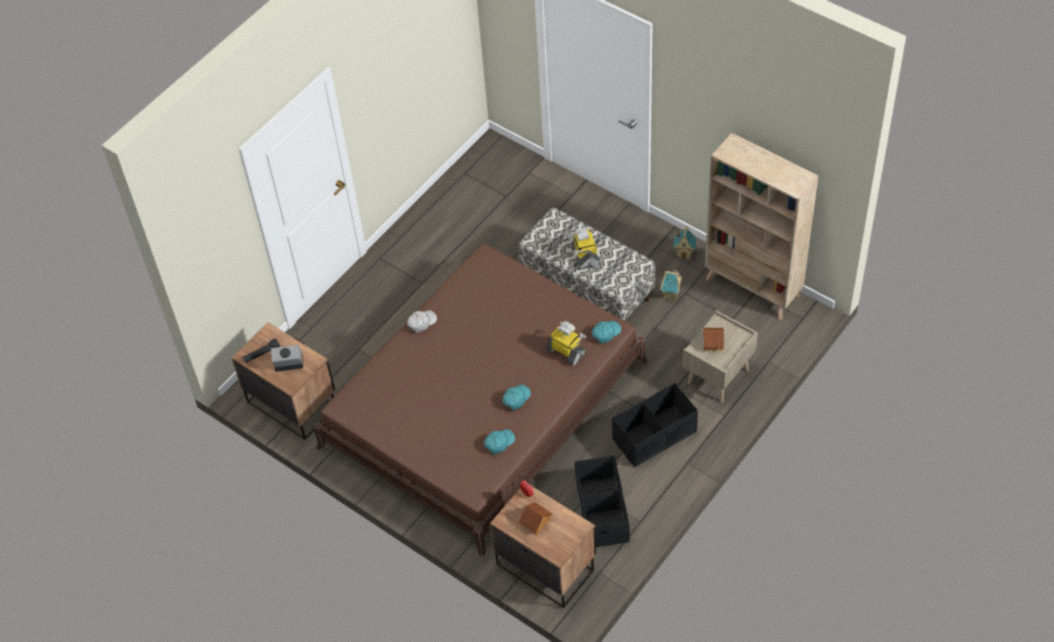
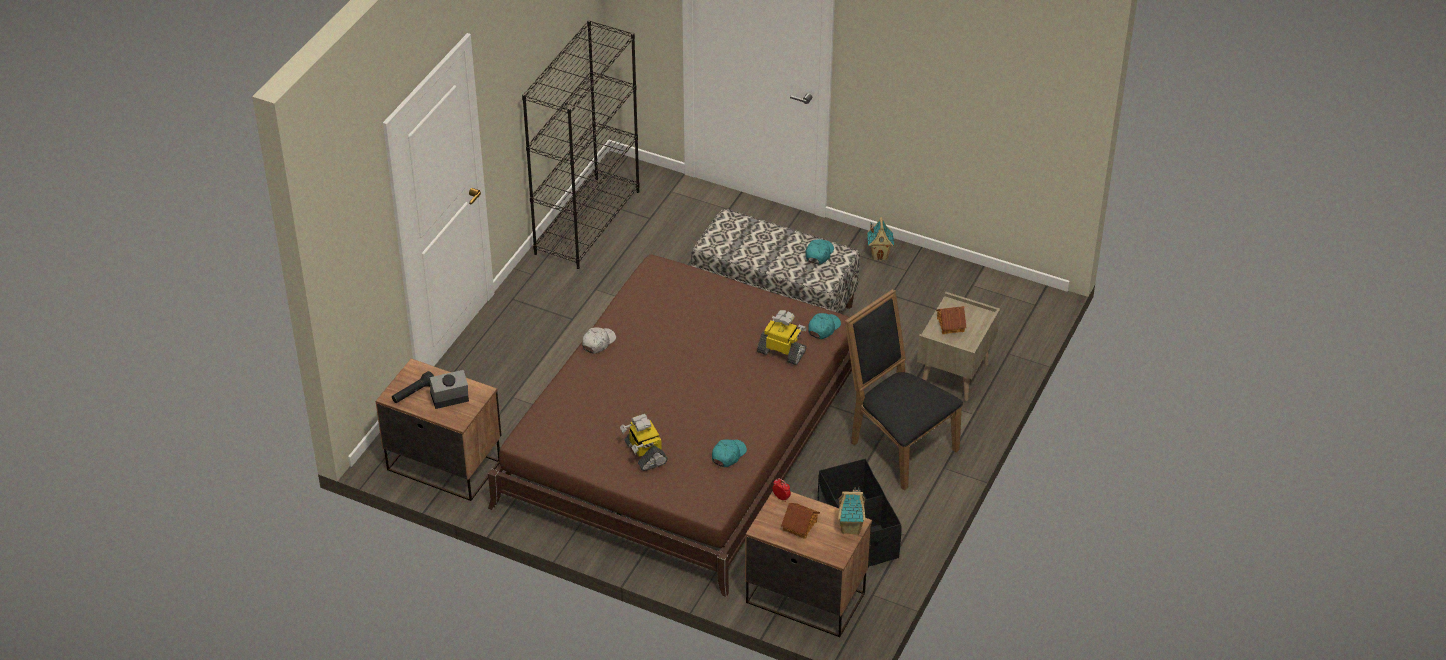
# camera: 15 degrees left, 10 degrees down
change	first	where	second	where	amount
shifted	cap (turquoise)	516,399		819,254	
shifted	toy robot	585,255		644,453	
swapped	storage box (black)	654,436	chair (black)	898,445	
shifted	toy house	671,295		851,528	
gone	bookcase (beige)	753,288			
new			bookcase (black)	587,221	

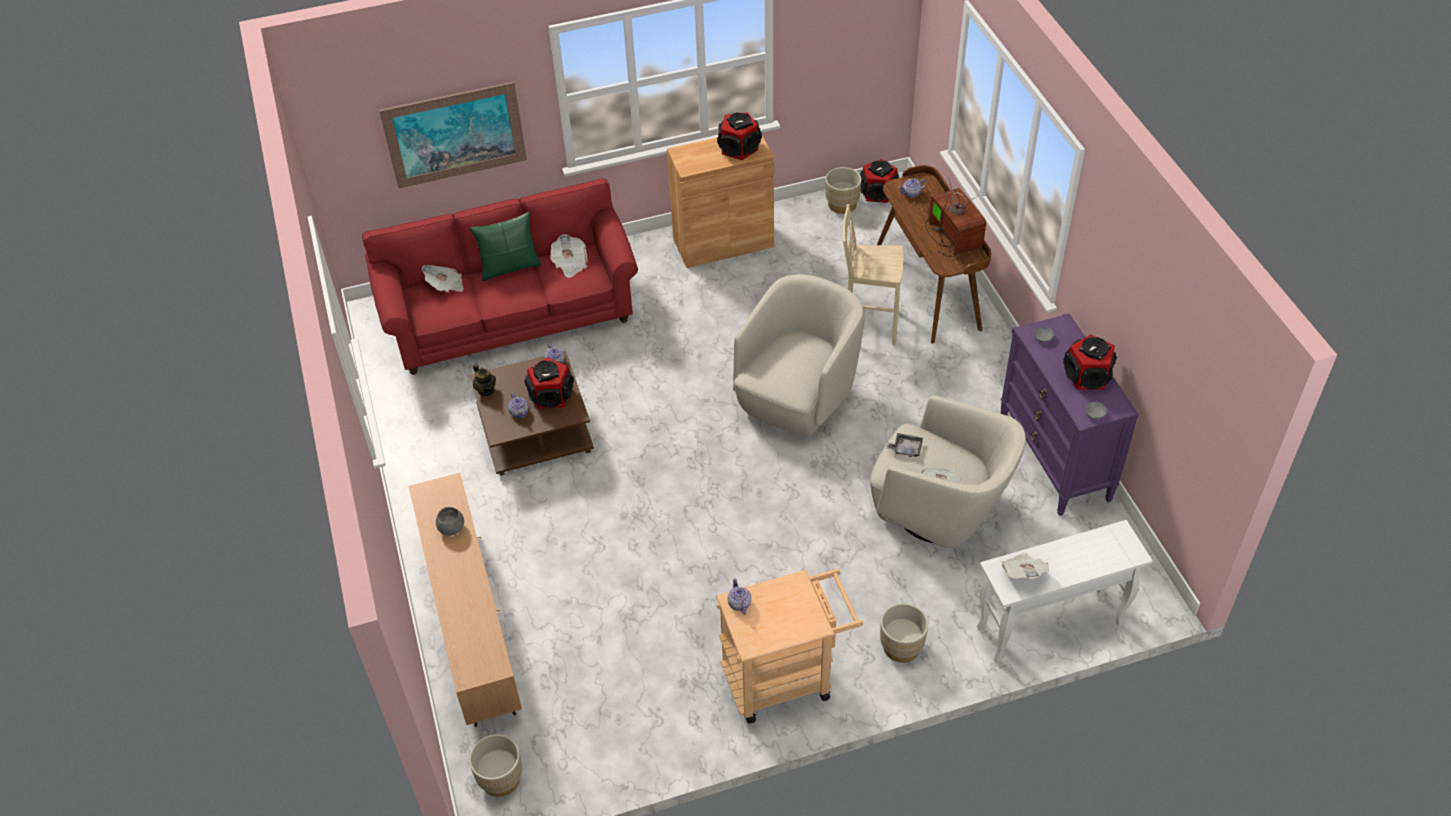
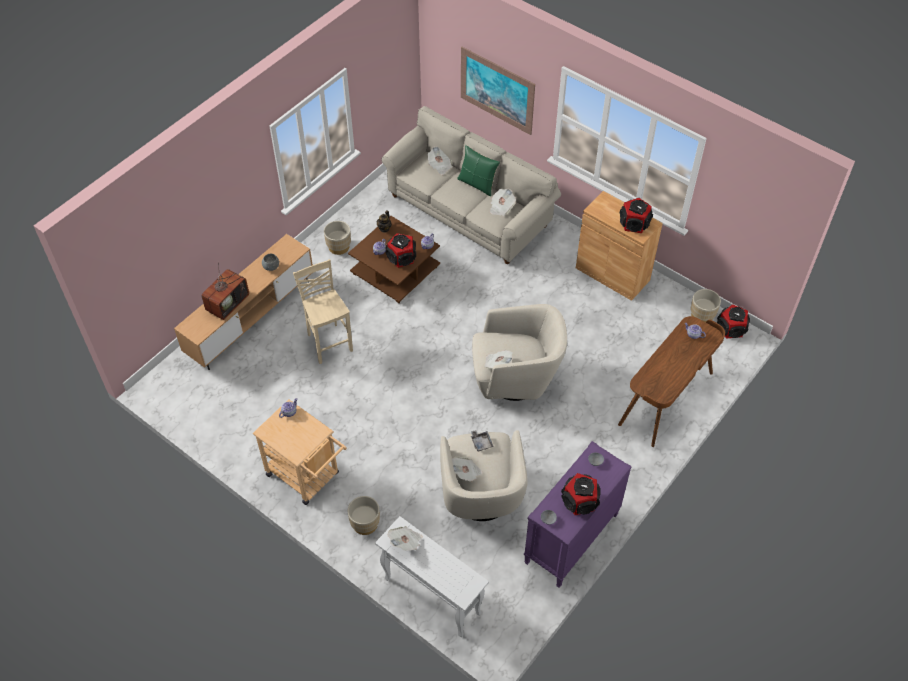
# camera: 55 degrees right, 5 degrees up
change	first	where	second	where	amount
repainted	sofa (red)	511,316	sofa (beige)	469,212	
shifted	planter (beige)	500,779		339,247	
shifted	stool (beige)	868,325		329,342	
shifted	television	951,237		227,302	
new			newspaper	497,364	

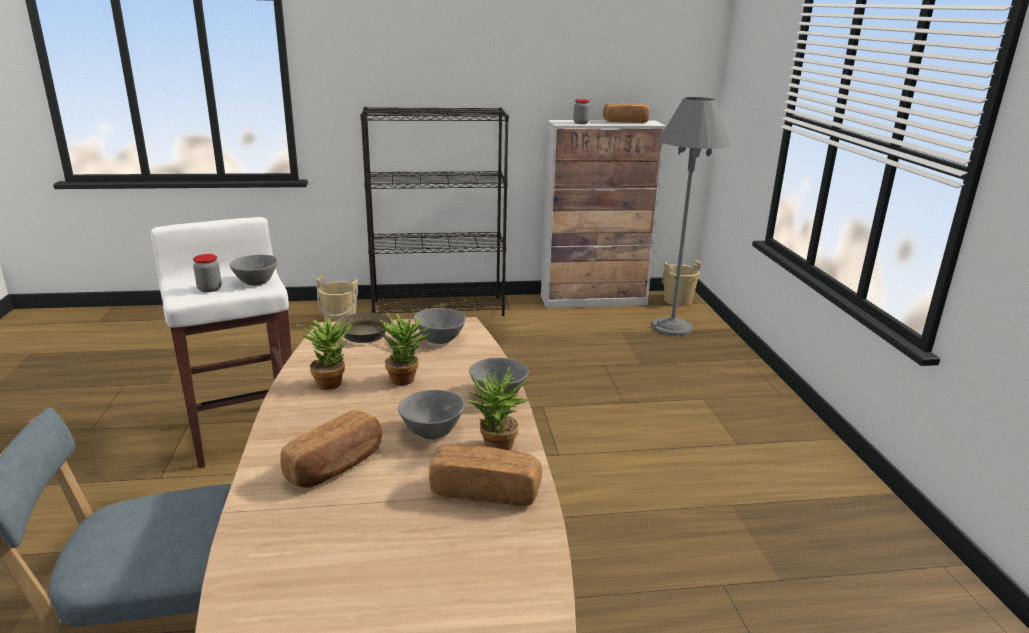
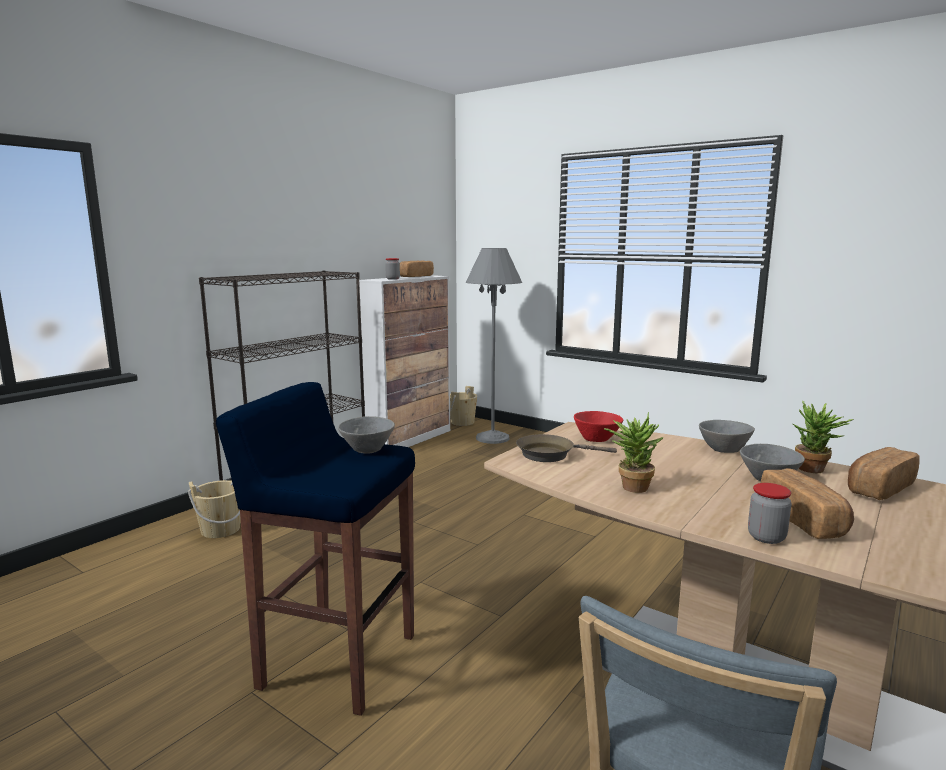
# camera: 45 degrees left, 10 degrees down
change	first	where	second	where	amount
repainted	stool (white)	244,433	stool (blue)	336,660	
shifted	jar	209,289		766,537	
gone	potted plant	407,379			
repainted	bowl (grey)	440,340	bowl (red)	598,439	

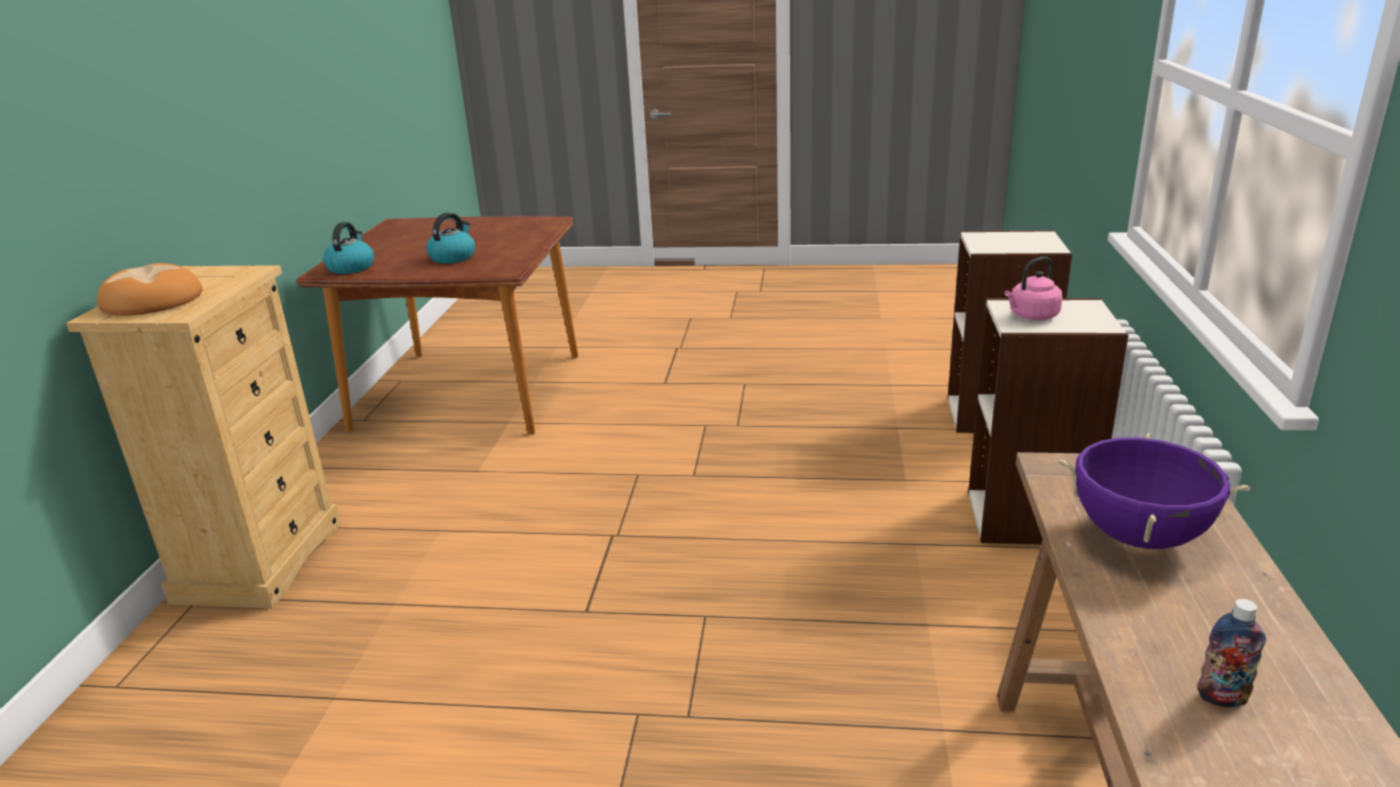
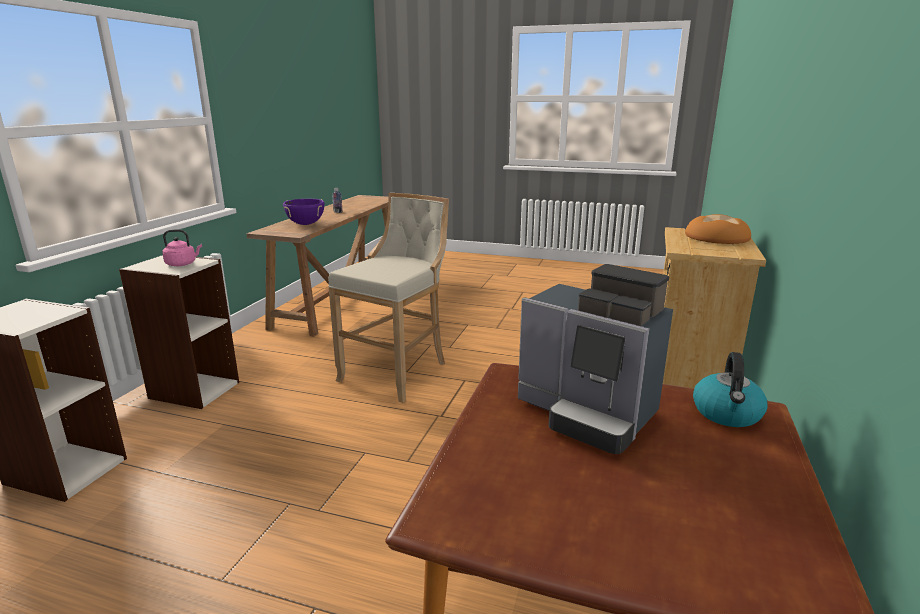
# camera: 170 degrees left, 5 degrees down
change	first	where	second	where	amount
swapped	kettle	453,257	coffee machine	588,414	
new			stool (beige)	398,372	

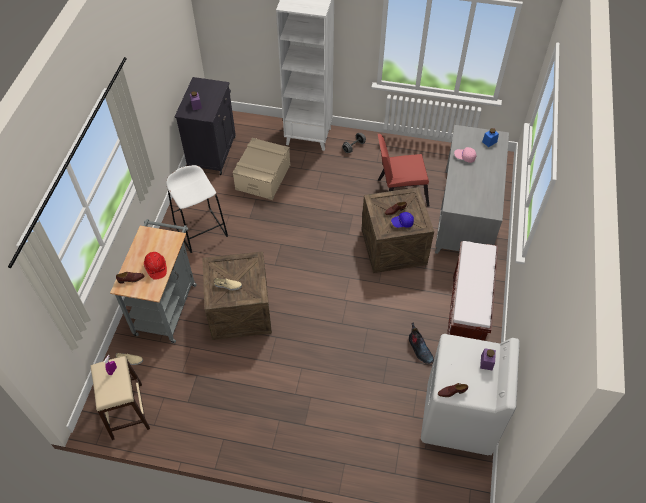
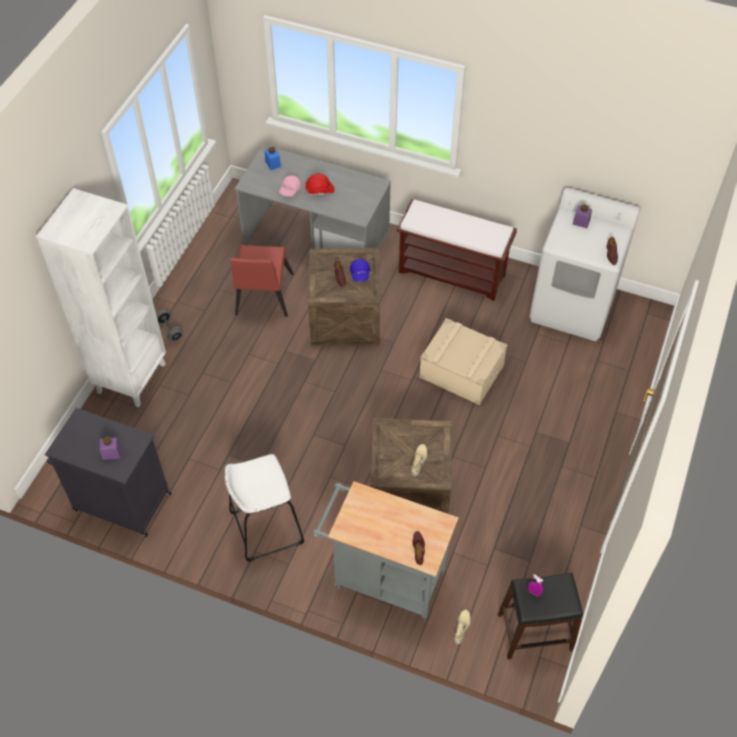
# camera: 80 degrees left, 0 degrees up
change	first	where	second	where	amount
repainted	stool (beige)	127,411	stool (black)	535,632	
shifted	hard hat (red)	156,268		320,190	
shifted	storage box (beige)	263,177		461,371	
gone	boot	419,349			

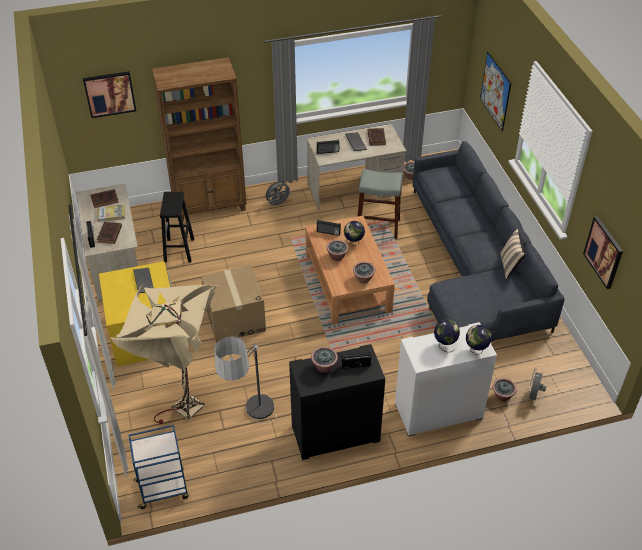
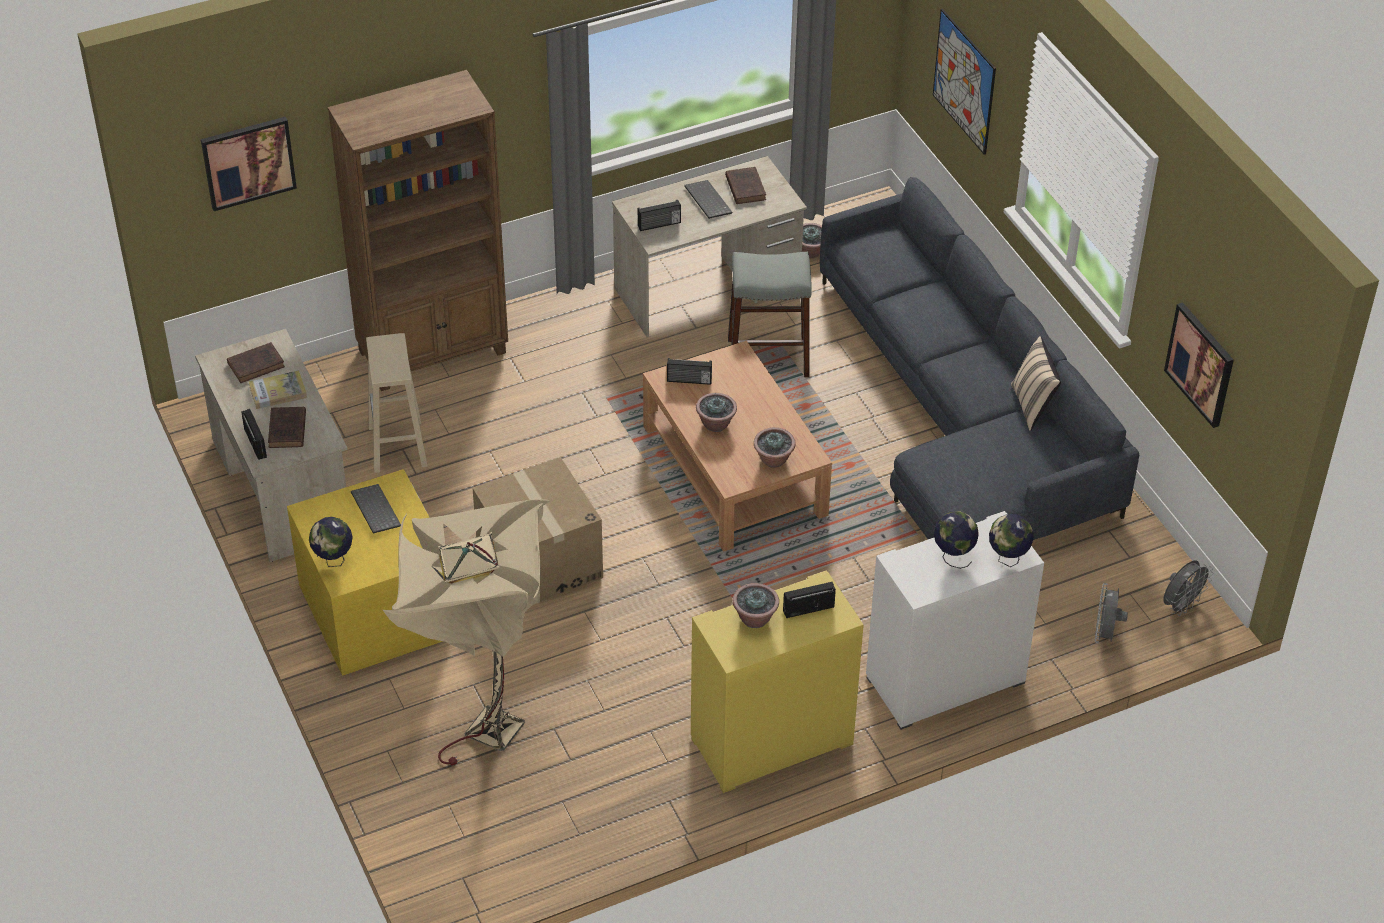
# camera: 10 degrees left, 0 degrees up
change	first	where	second	where	amount
gone	cart (blue)	163,489			
repainted	stool (black)	179,251	stool (beige)	398,447	
gone	floor lamp	252,426			
shifted	fan (grey)	278,203		1181,605	
repainted	cabinet (black)	335,434	cabinet (yellow)	771,742	
shifted	globe	354,243		333,560	
gone	potted plant	502,396			

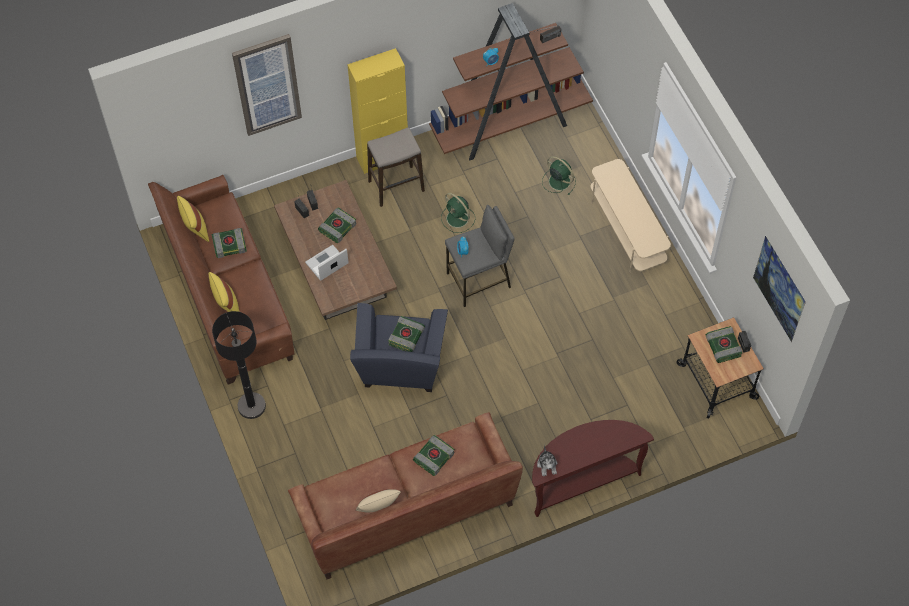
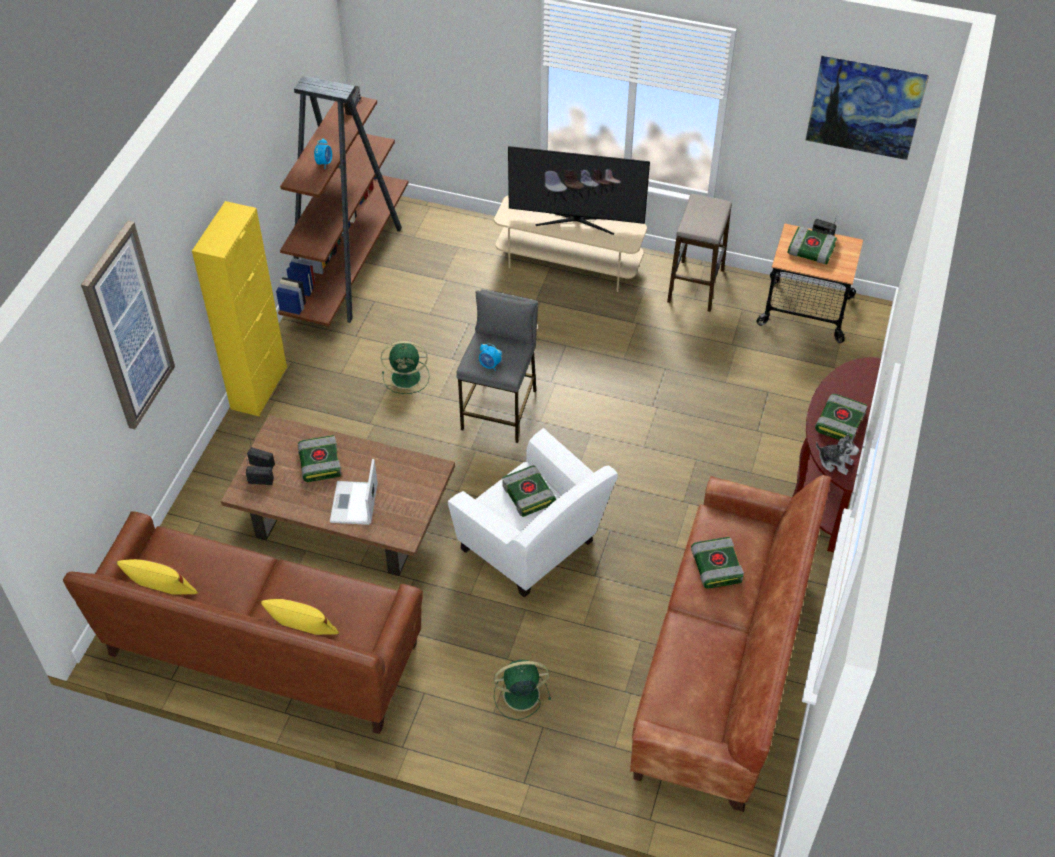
# camera: 50 degrees left, 10 degrees down
change	first	where	second	where	amount
shifted	book	230,244		839,422	
gone	floor lamp (black)	251,406			
repainted	armchair (blue)	400,367	armchair (white)	533,547	
gone	pillow (beige)	378,509			
shifted	stool	396,186		695,286	
shifted	fan (green)	558,181		519,695	
new			television	576,221	

